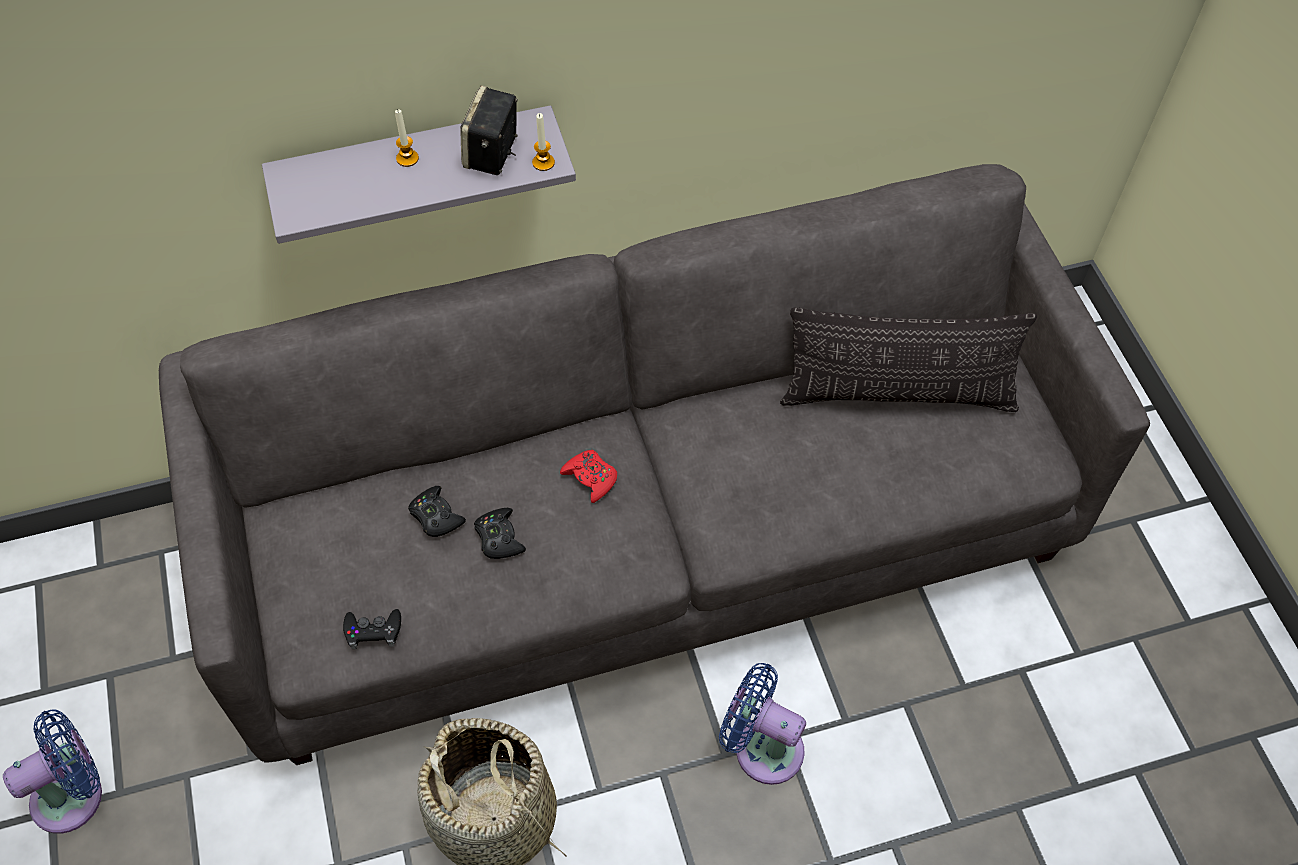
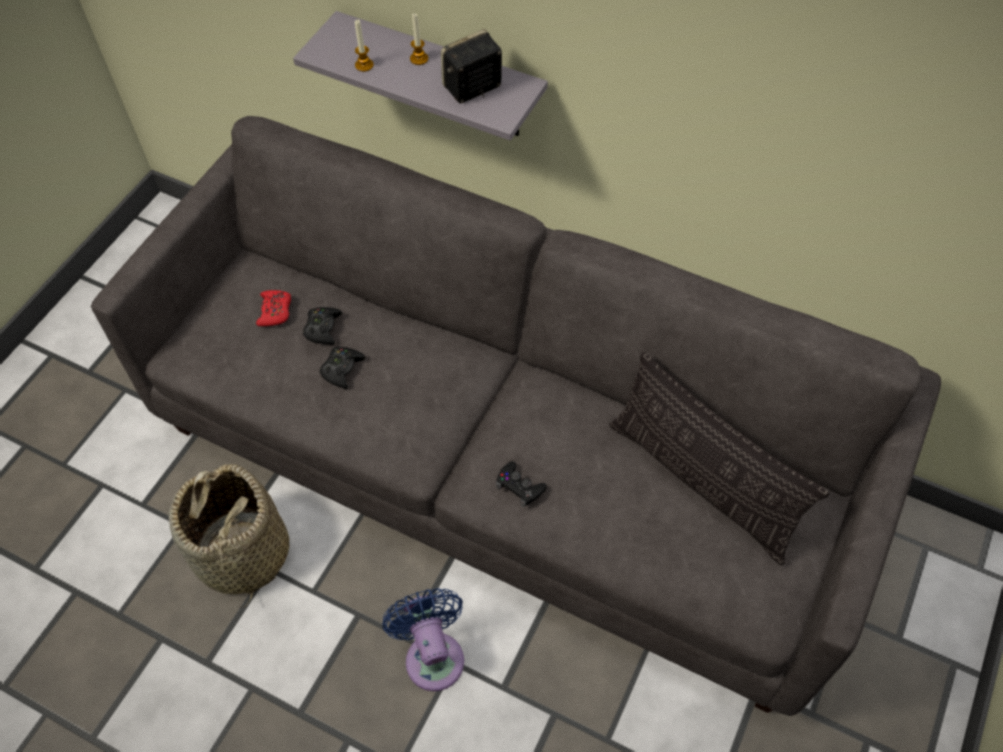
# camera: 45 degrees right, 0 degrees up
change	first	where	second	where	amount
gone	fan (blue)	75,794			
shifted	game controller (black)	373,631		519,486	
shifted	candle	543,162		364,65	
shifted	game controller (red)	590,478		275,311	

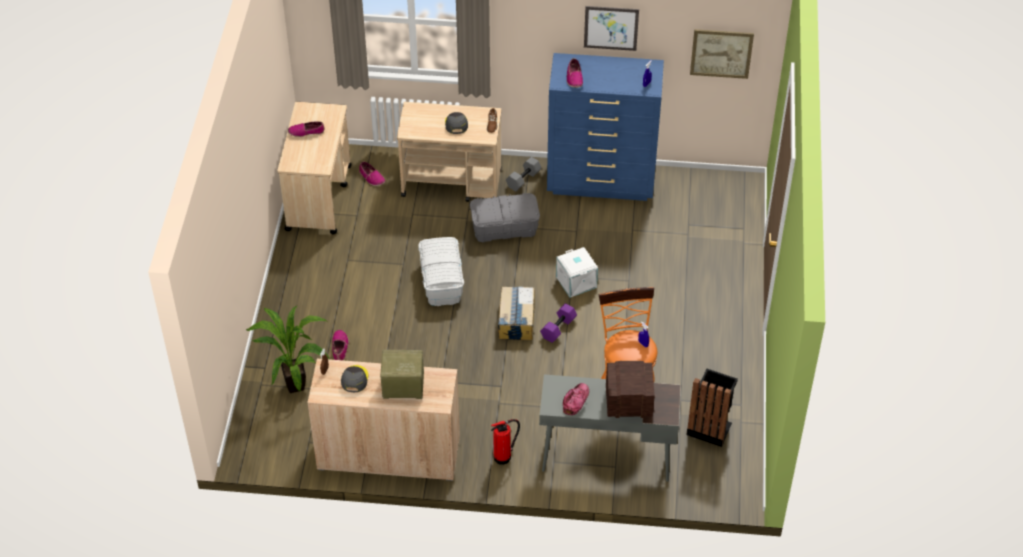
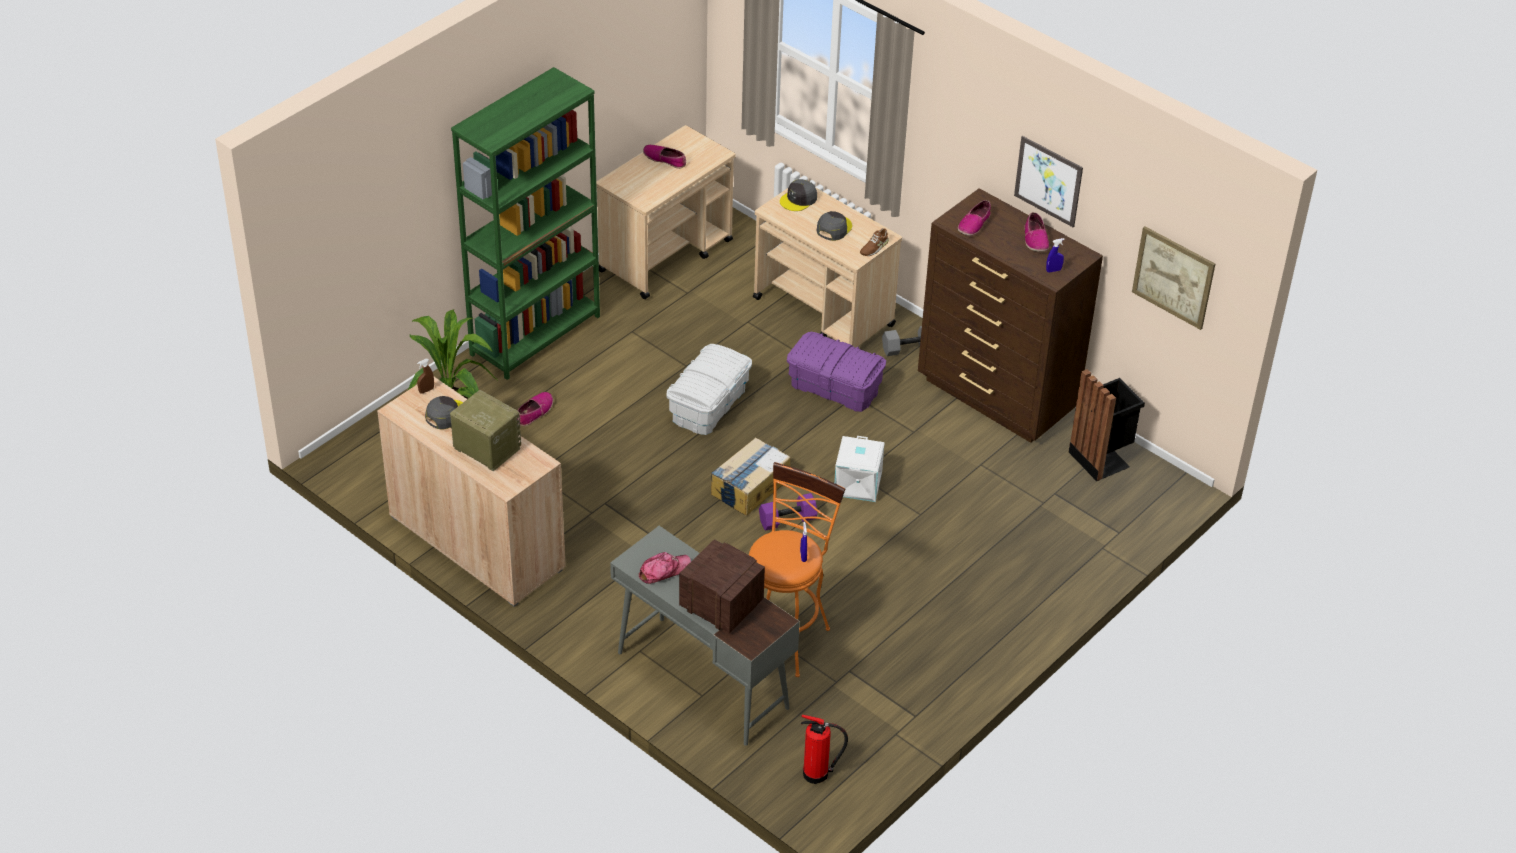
# camera: 35 degrees right, 5 degrees down
change	first	where	second	where	amount
shifted	shoe	371,178		1035,239	
repainted	storage box (grey)	504,228	storage box (purple)	835,387	
shifted	fire extinguisher	504,456		818,774	
repainted	dresser (blue)	601,182	dresser (brown)	996,396	
shifted	trash can (black)	709,427		1101,458	
new			bookcase (green)	535,335	
new			cap (grey)	798,199	

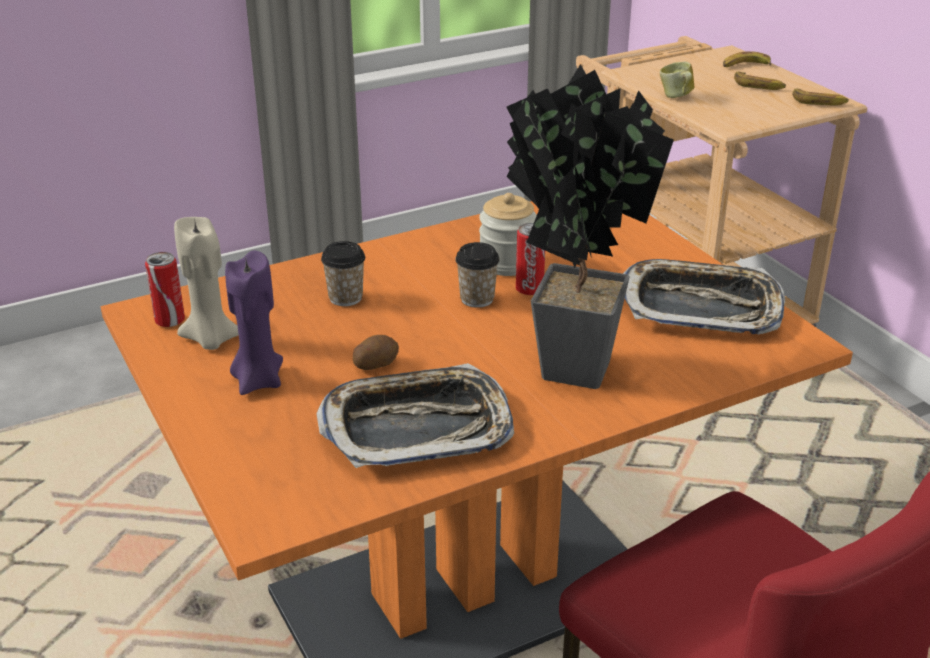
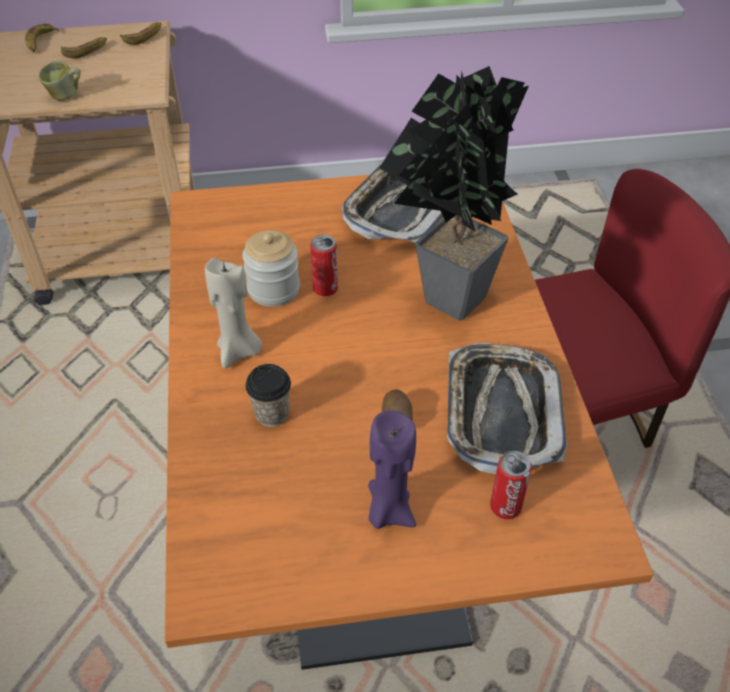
# camera: 70 degrees left, 15 degrees up
change	first	where	second	where	amount
shifted	can	170,321		505,507	
shifted	candle (beige)	211,340		239,351	
gone	cup	477,299			

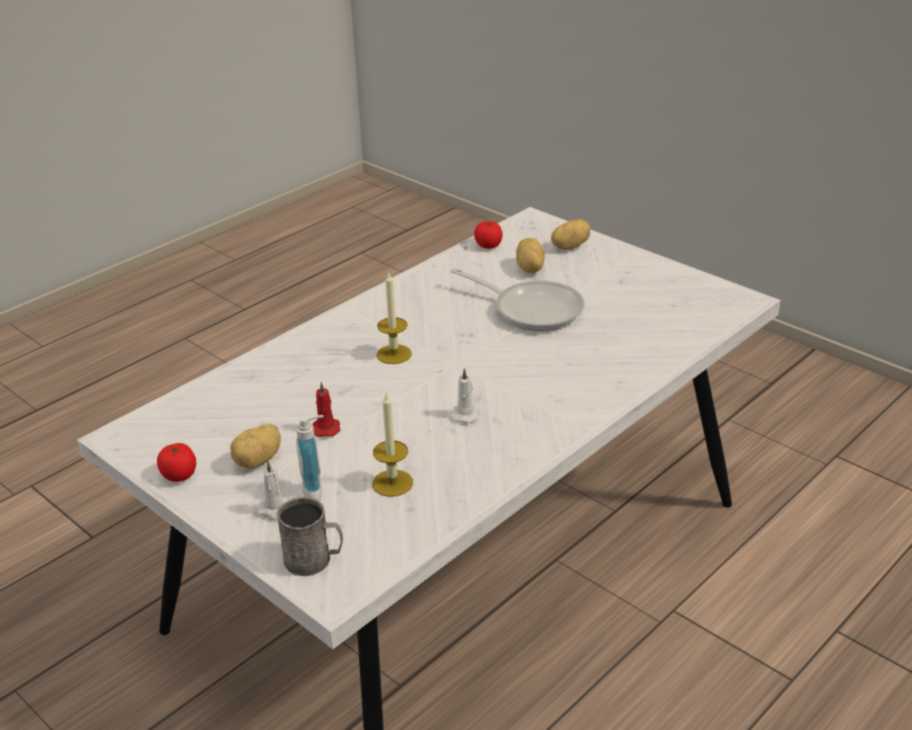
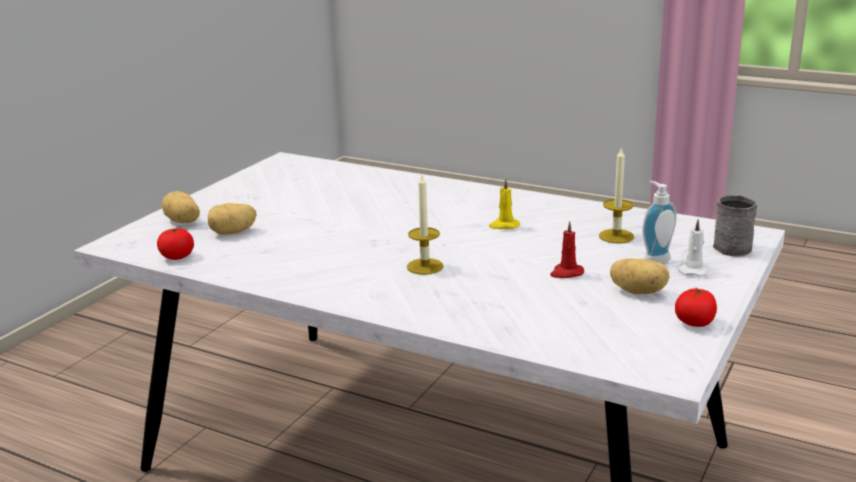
# camera: 105 degrees left, 10 degrees down
change	first	where	second	where	amount
gone	frying pan	531,309			
repainted	candle (white)	465,414	candle (yellow)	504,226	

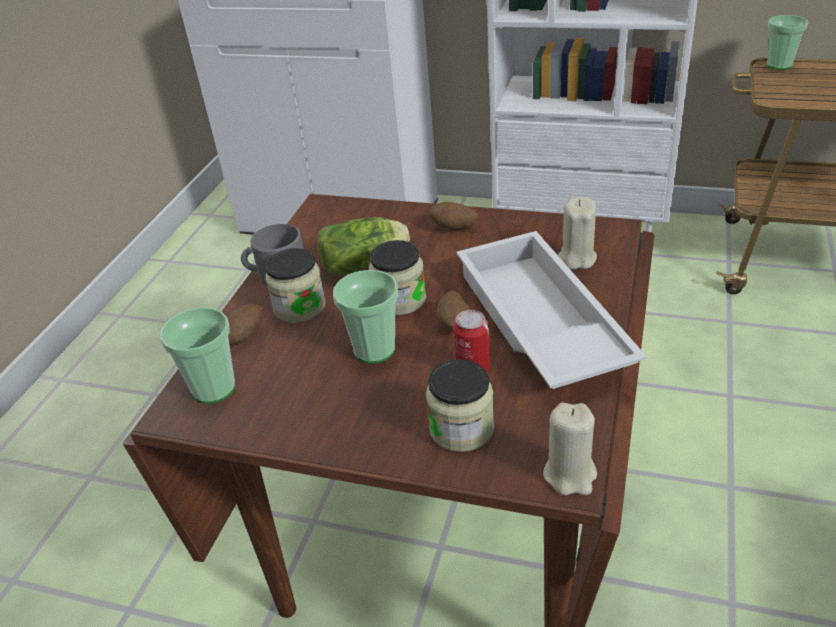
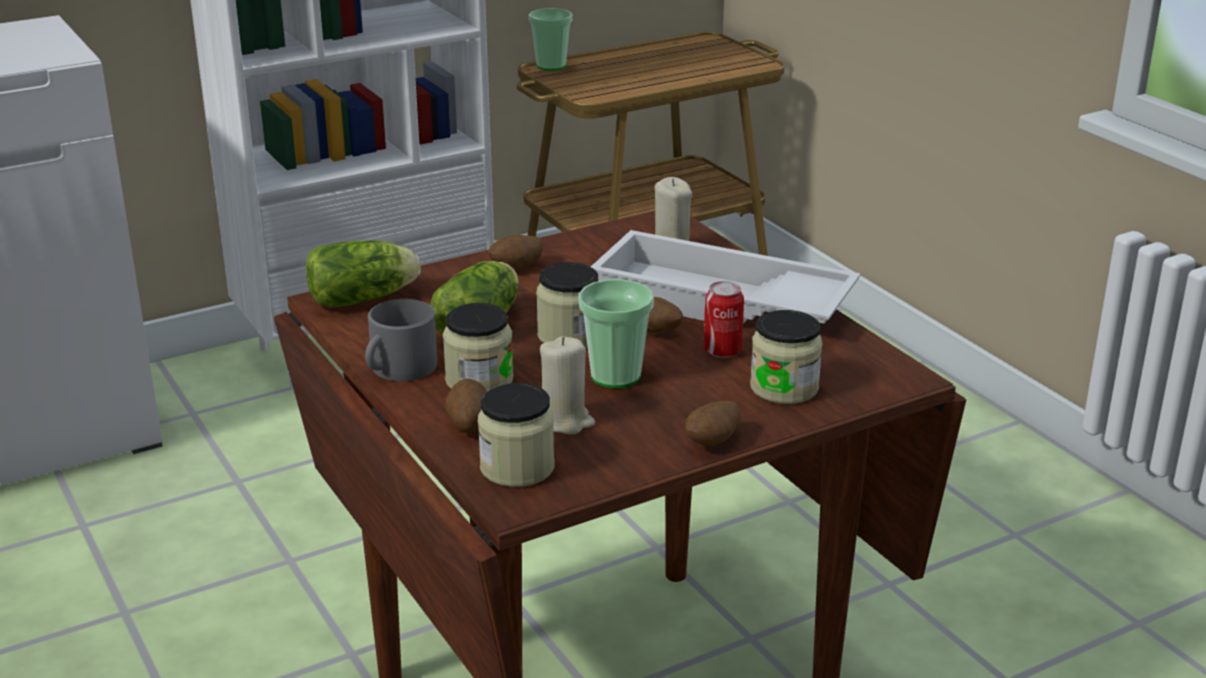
# camera: 50 degrees left, 10 degrees down
change	first	where	second	where	amount
swapped	cup	213,388	jar	517,467	
shifted	candle (beige)	570,474		565,421	
new			lettuce	366,298	
new			potato	712,443	

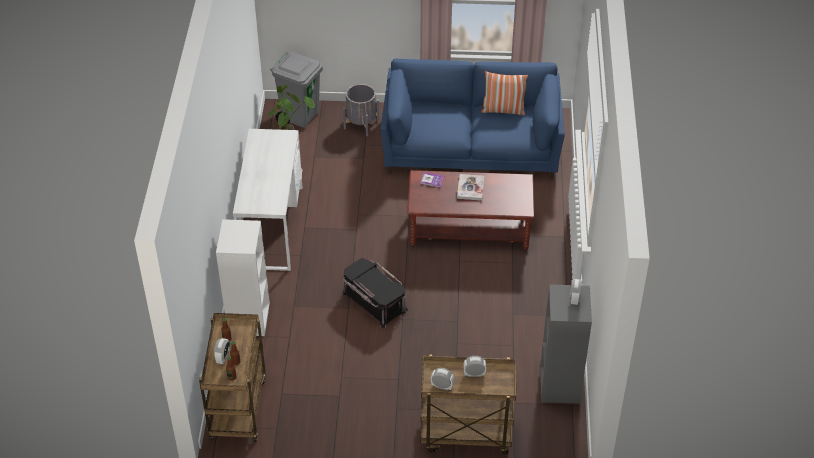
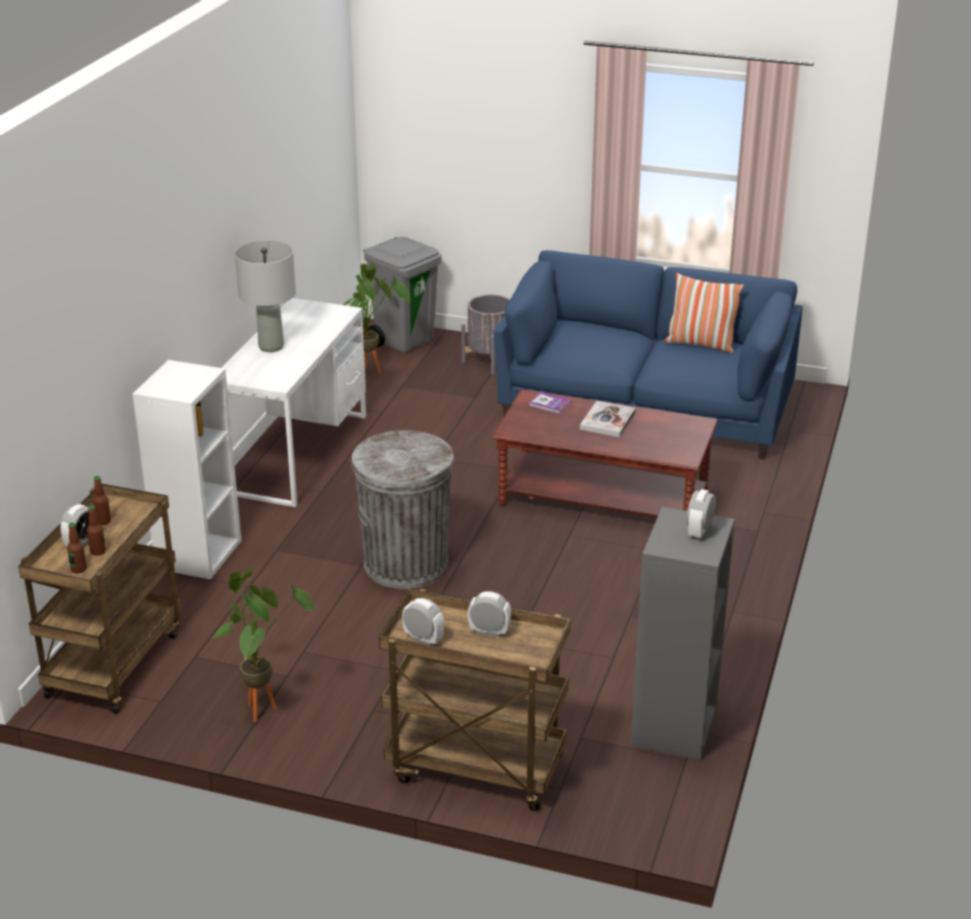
# camera: 15 degrees right, 15 degrees down
change	first	where	second	where	amount
swapped	storage box (black)	373,301	trash can (grey)	405,564	
new			potted plant	264,707	
new			table lamp (grey)	270,346	

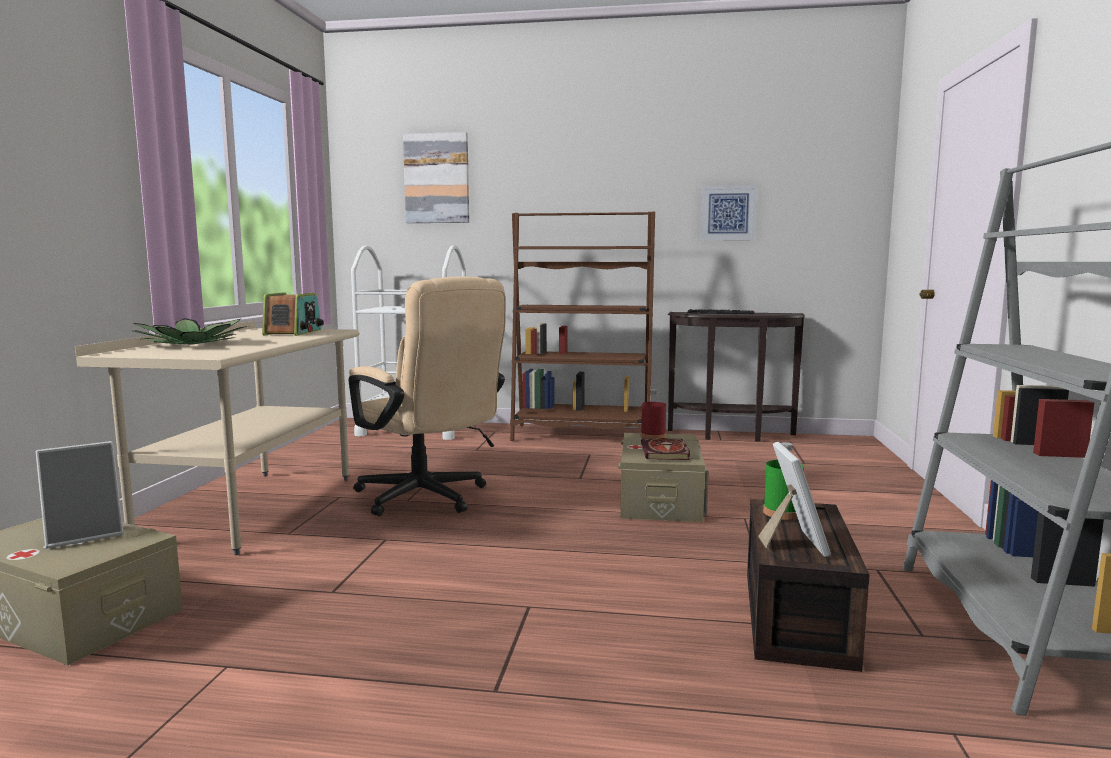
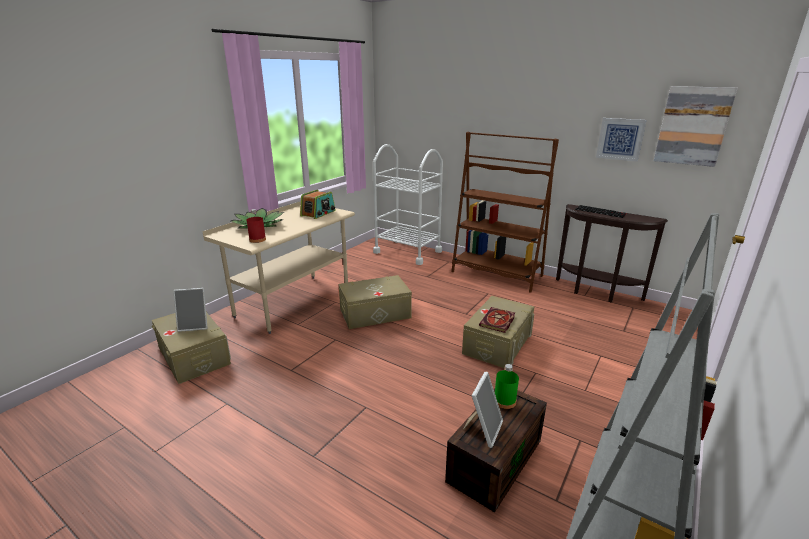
# camera: 25 degrees right, 15 degrees up
change	first	where	second	where	amount
swapped	office chair (beige)	428,499	storage box (beige)	375,313	
shifted	picture	437,178		693,126	
shifted	bottle (red)	653,437		257,239	

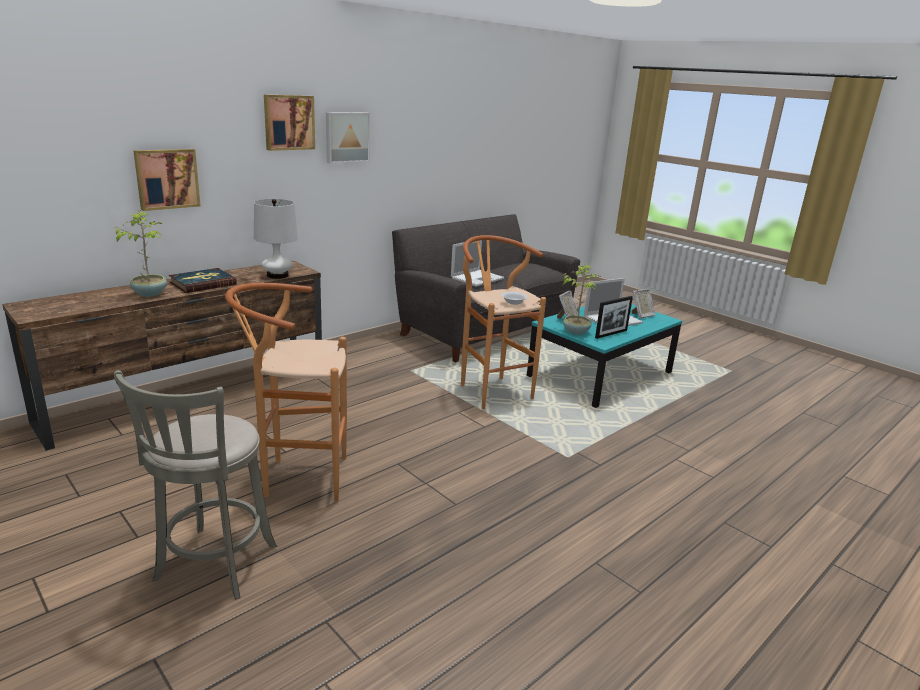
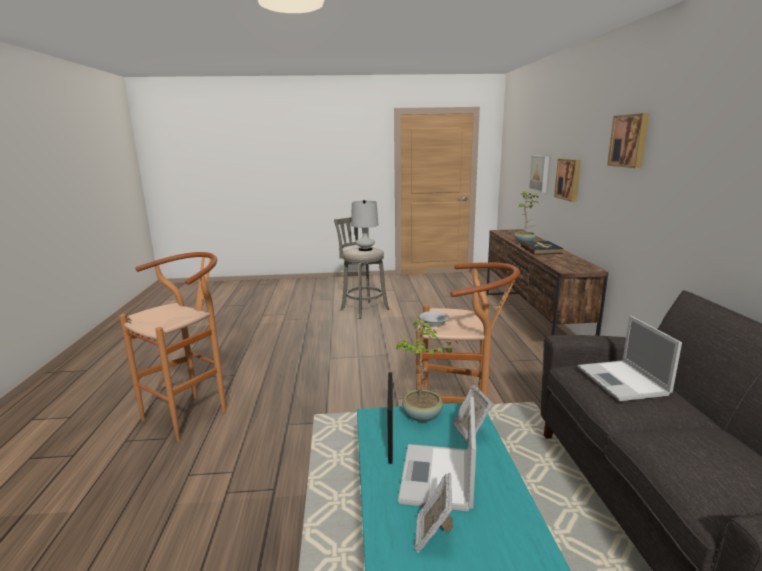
# camera: 130 degrees right, 5 degrees down
change	first	where	second	where	amount
shifted	stool (brown)	297,478		192,413	
shifted	table lamp (white)	277,275		365,249	
shifted	picture	346,137		540,173	

